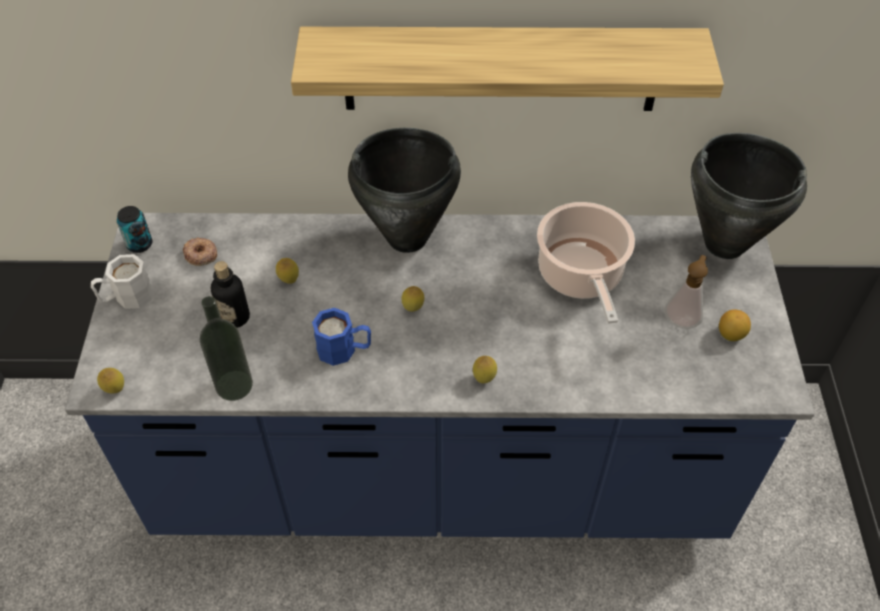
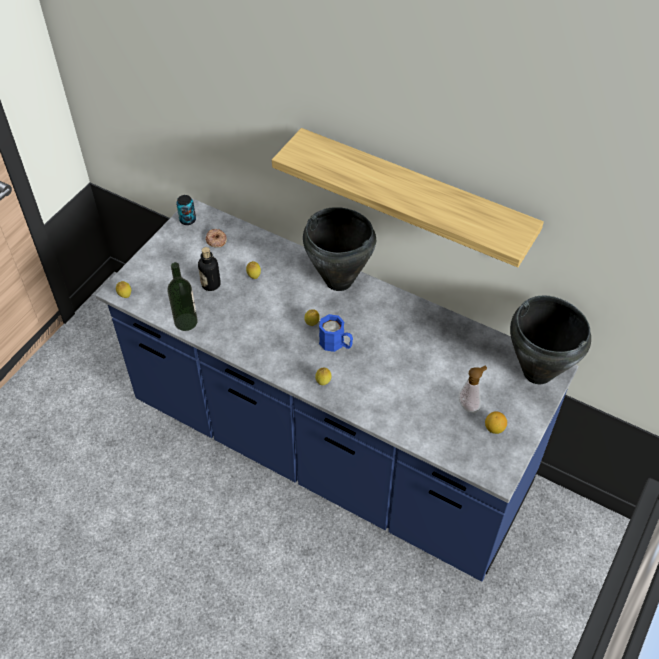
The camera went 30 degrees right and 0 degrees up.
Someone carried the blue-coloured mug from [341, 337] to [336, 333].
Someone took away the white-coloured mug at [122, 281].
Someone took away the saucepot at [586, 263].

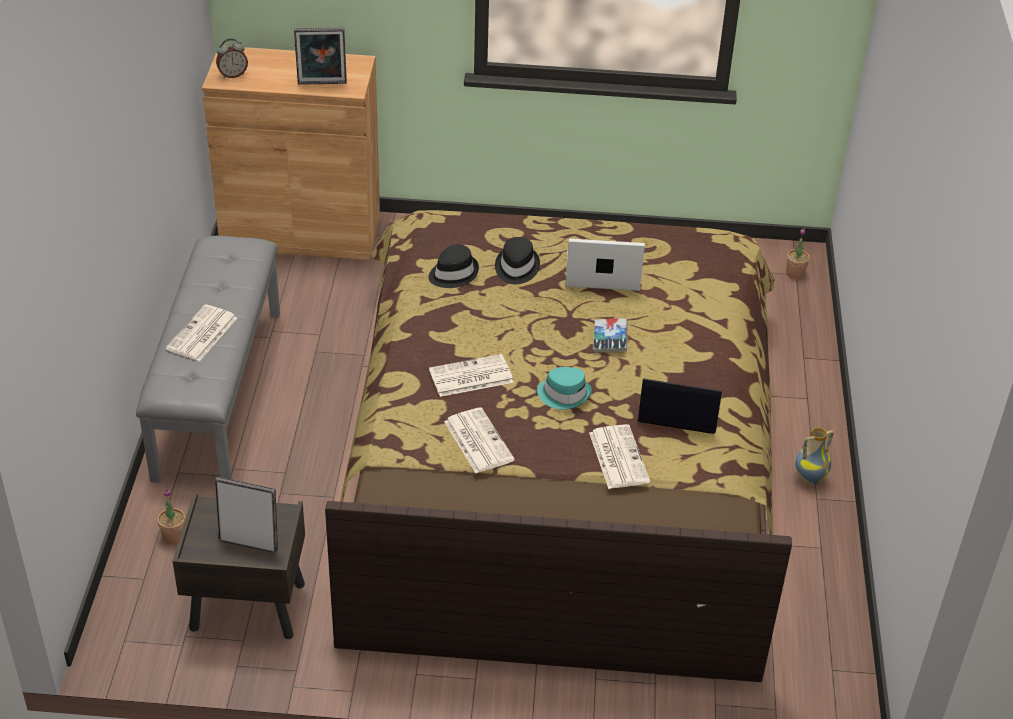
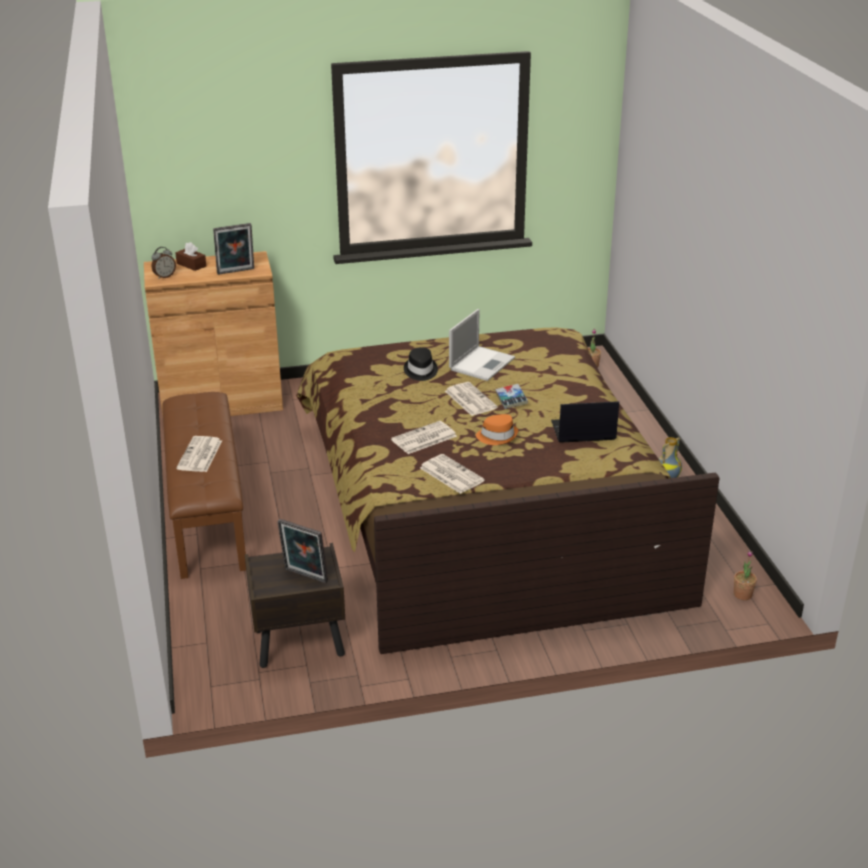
The camera went 15 degrees left and 10 degrees down.
Someone repainted the gray bench at [208, 359], which became the brownish bench at [204, 485].
Someone put down the brownish tissue box at [190, 256].
Someone rotated the photo frame at [246, 515] by 150 degrees counterclockwise.
Someone carried the daily paper from [619, 456] to [471, 399].
Someone rotated the notebook computer at [605, 265] by 135 degrees clockwise.
Someone repainted the turquoise clothing hat at [564, 388], which became the orange clothing hat at [497, 429].
Someone carried the plant in a pot from [171, 516] to [745, 575].
Someone took away the blackish clothing hat at [454, 266].

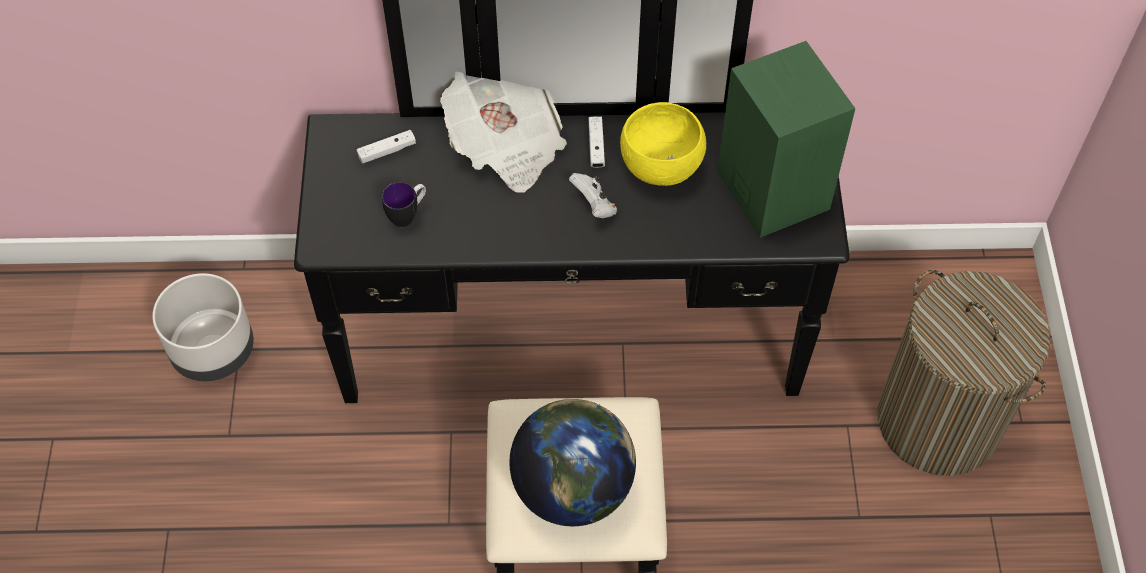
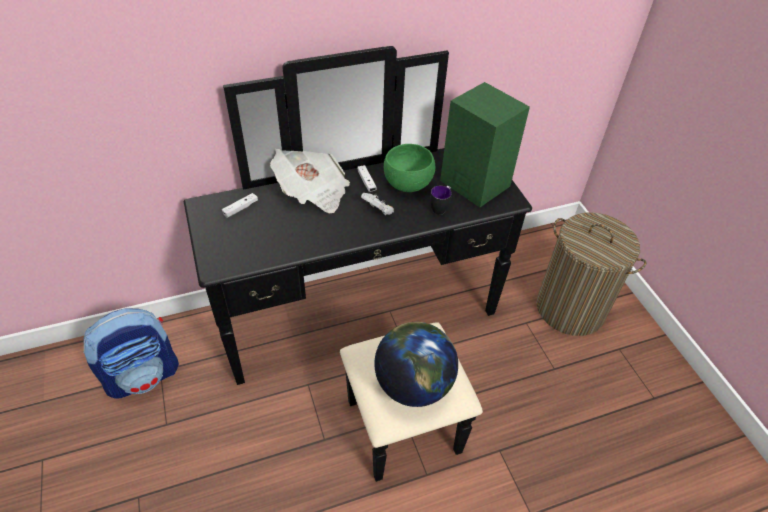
The camera went 20 degrees left and 10 degrees down.
Someone swapped the gray planter at [203, 327] for the knapsack at [131, 353].
Someone repainted the yellow bowl at [663, 144], which became the green bowl at [409, 168].
Someone carried the mug from [404, 204] to [441, 200].

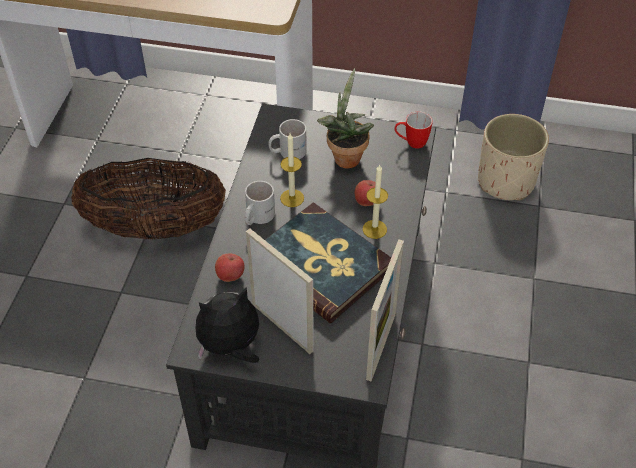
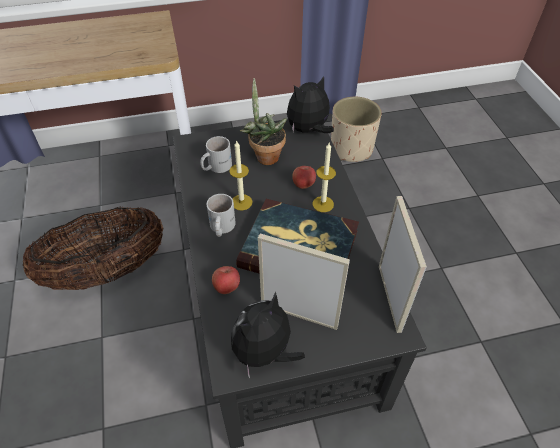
The camera went 25 degrees left and 0 degrees up.
Someone swapped the mug at [413, 130] for the soft toy at [310, 104].

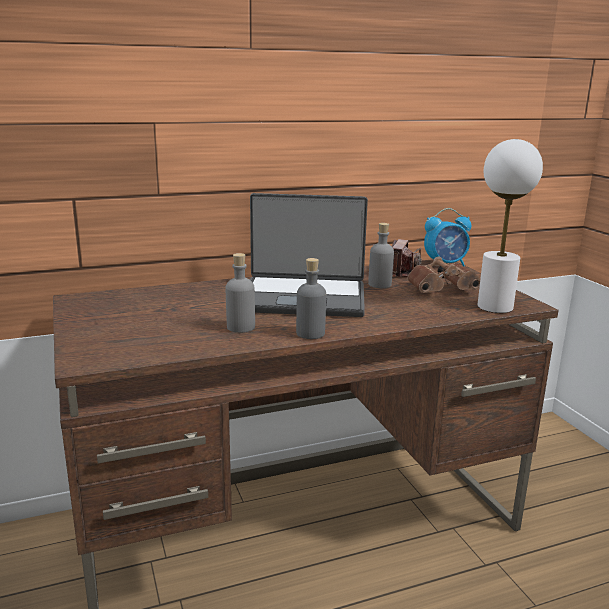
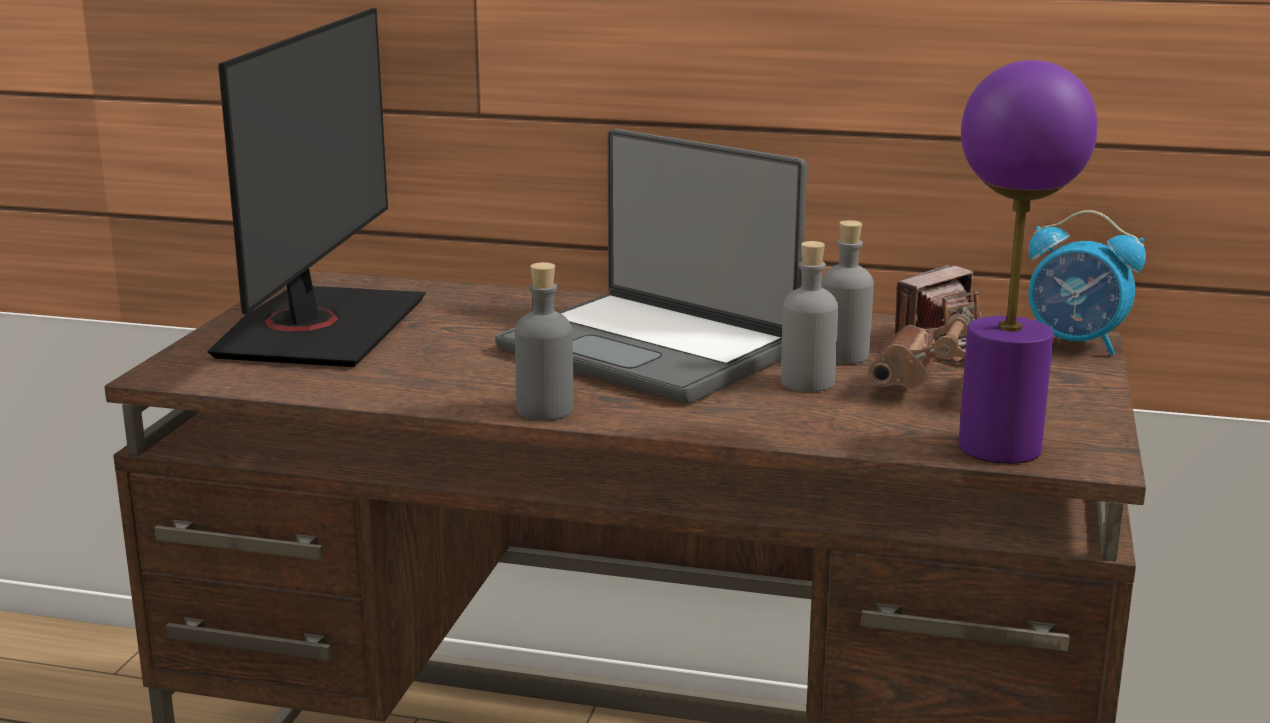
The camera went 35 degrees right and 0 degrees up.
Someone put down the monitor at [316, 187].
Someone carried the gray bottle from [240, 293] to [809, 316].
Someone repainted the white-coloured tabletop lamp at [510, 226], which became the purple tabletop lamp at [1027, 262].

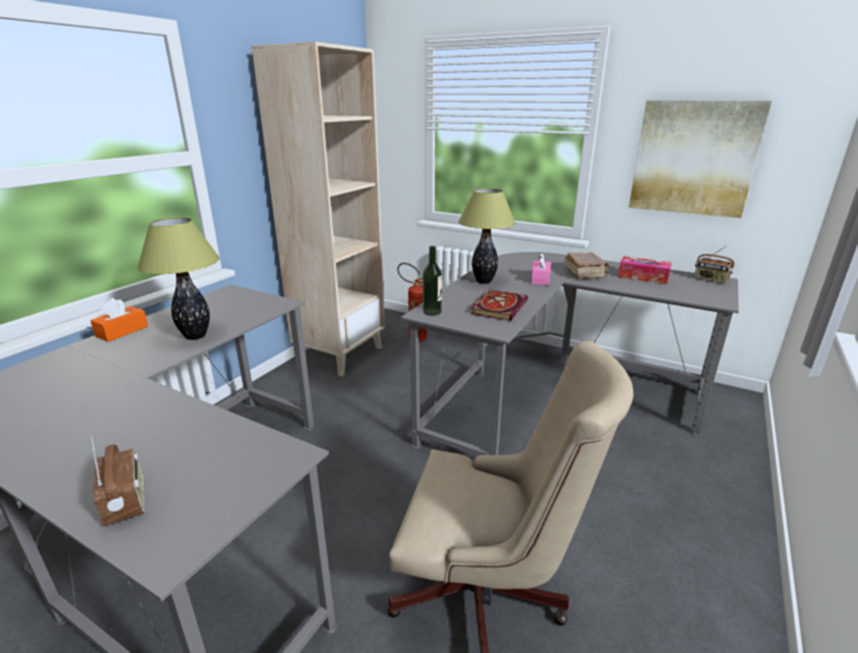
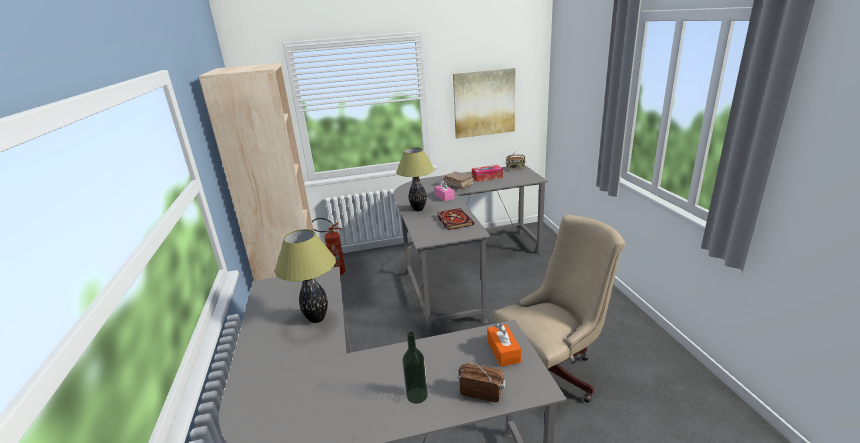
The camera went 40 degrees left and 0 degrees up.
Someone carried the bottle from [432, 281] to [415, 367].
Someone carried the orange tissue box from [119, 320] to [504, 345].

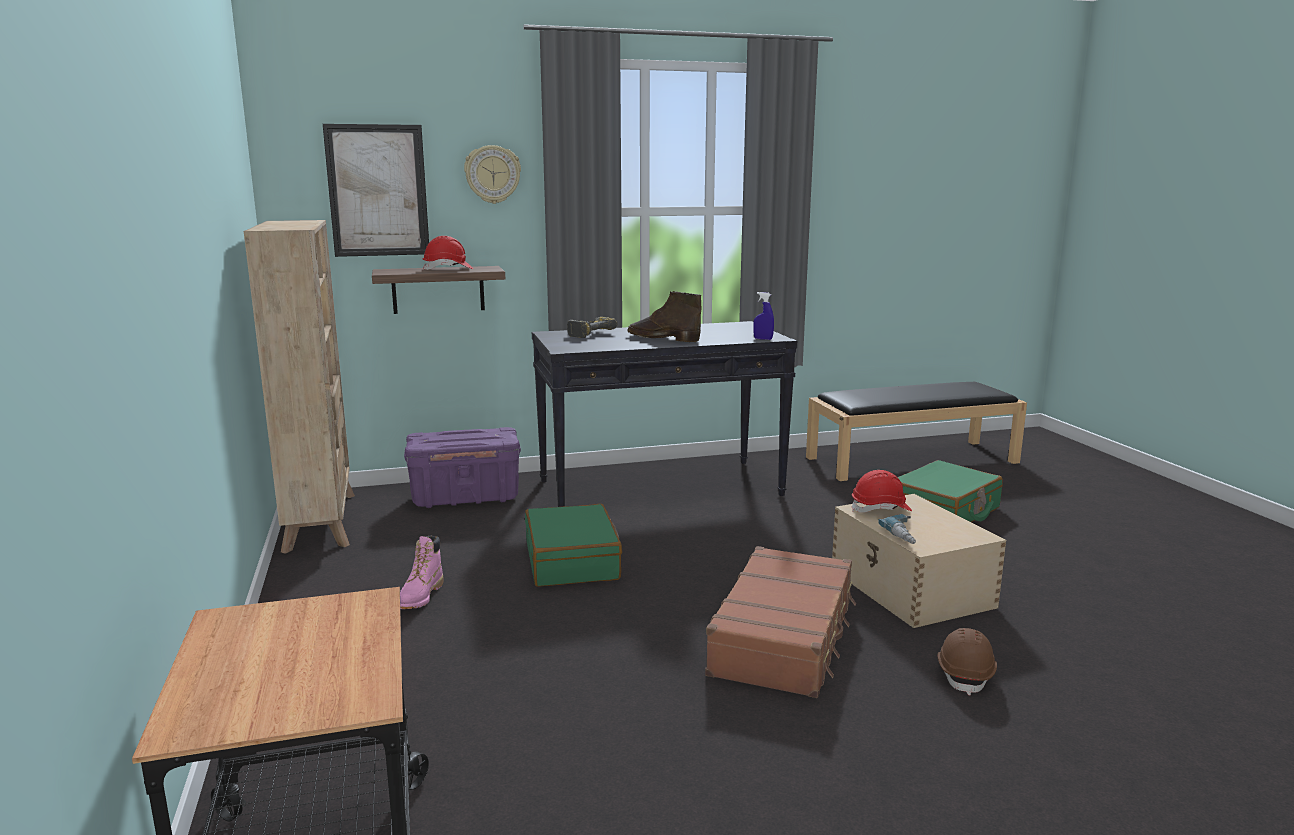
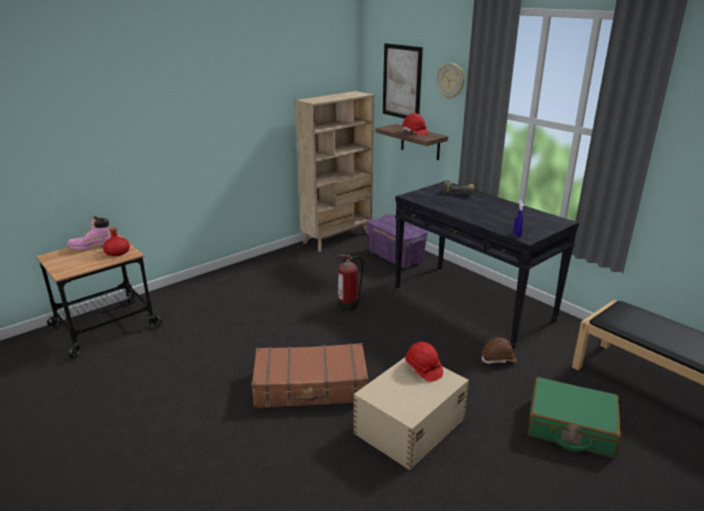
The camera went 65 degrees right and 10 degrees up.
Someone carried the pink high-top boot from [421, 572] to [89, 233].
Someone put down the red-coloured bottle at [116, 241].
Someone swapped the green piece of luggage at [573, 545] for the extinguisher at [349, 283].
Someone carried the brownish work helmet from [967, 661] to [499, 350].
Someone took away the brownish high-top boot at [664, 317].
Someone took away the power drill at [897, 529].

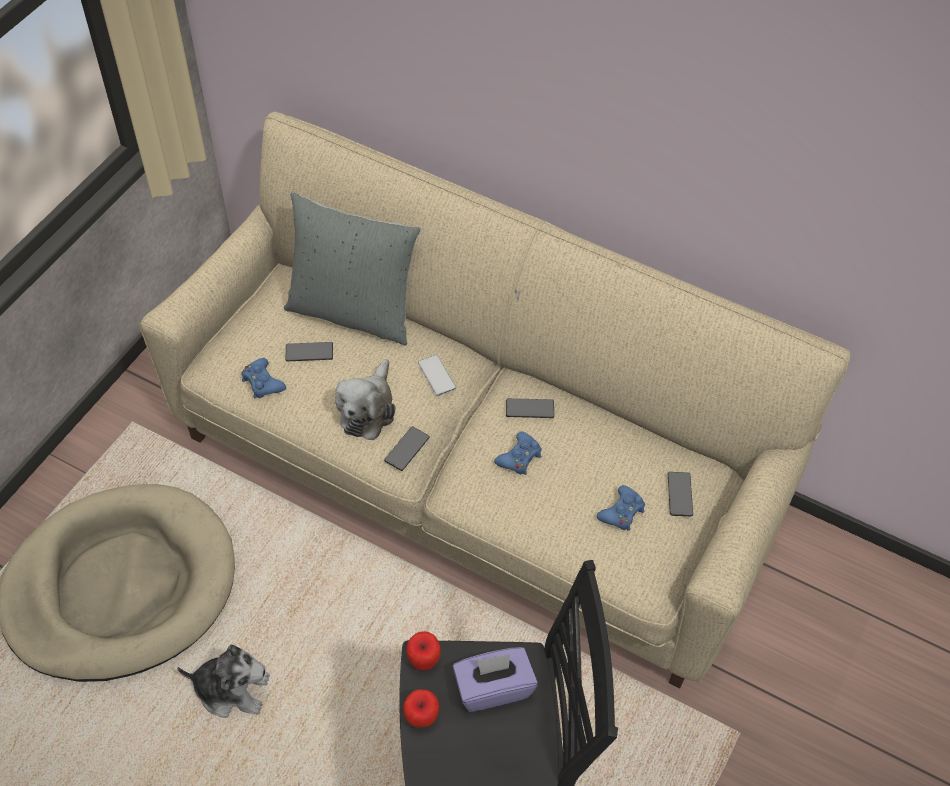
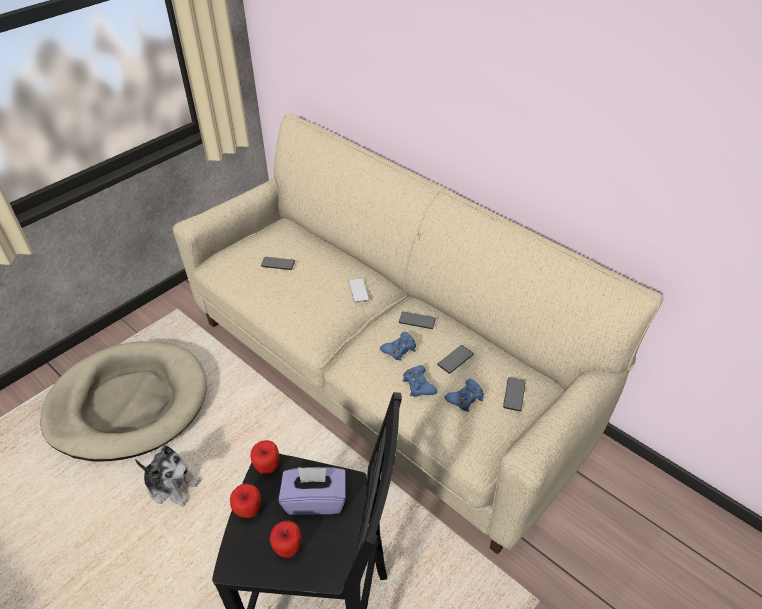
The camera went 15 degrees right and 10 degrees down.
Someone put down the whole apple at [285, 539].
Someone carried the blue-coloured gamepad from [264, 378] to [419, 381].
Someone carried the telephone from [407, 449] to [455, 359].
Someone took away the gray throw pillow at [352, 268].
Someone took away the soft toy at [365, 399].

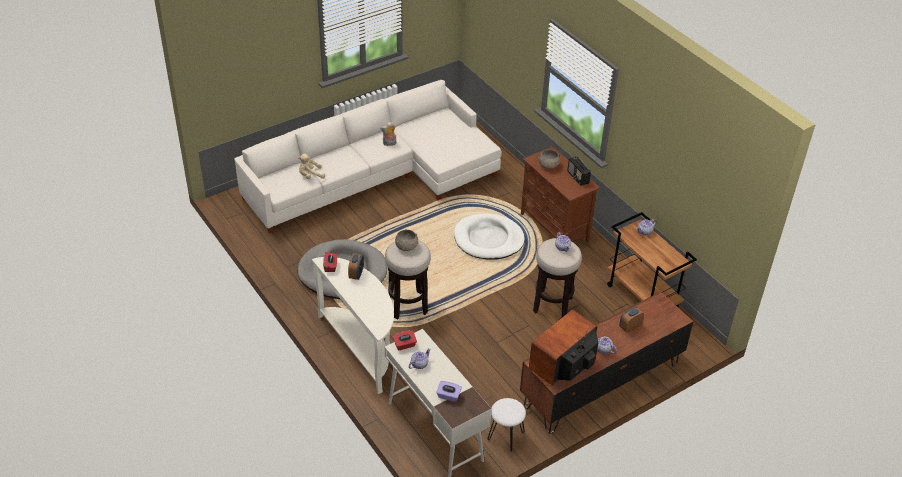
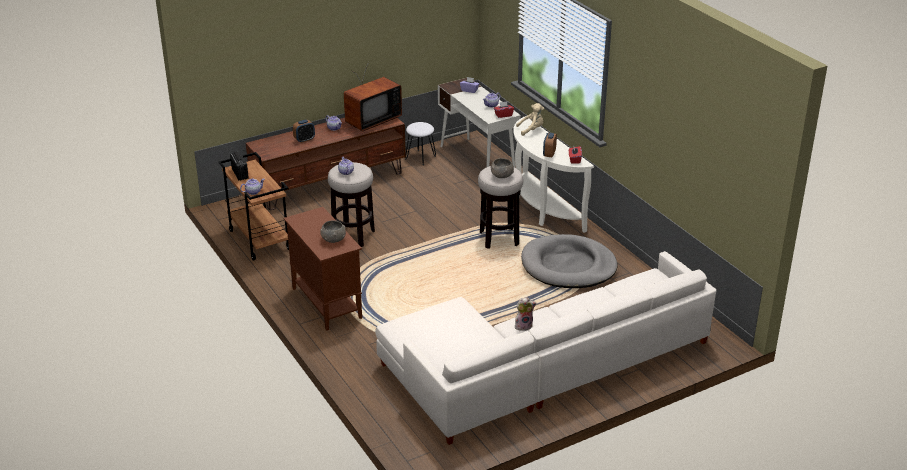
The camera went 175 degrees left and 10 degrees down.
Someone carried the radio from [579, 171] to [239, 166].
Someone carried the sand-coloured soft toy from [311, 166] to [530, 119].
Someone took away the white-coloured dog cushion at [489, 236].

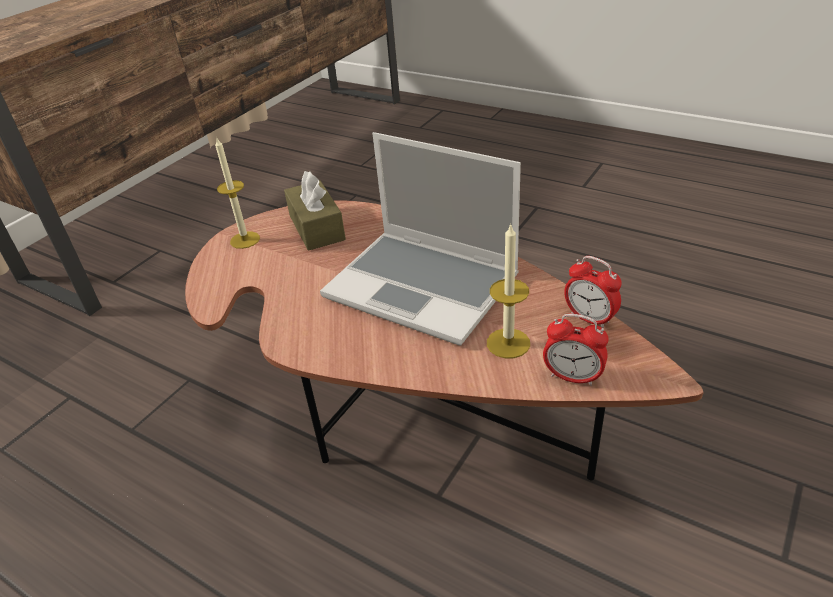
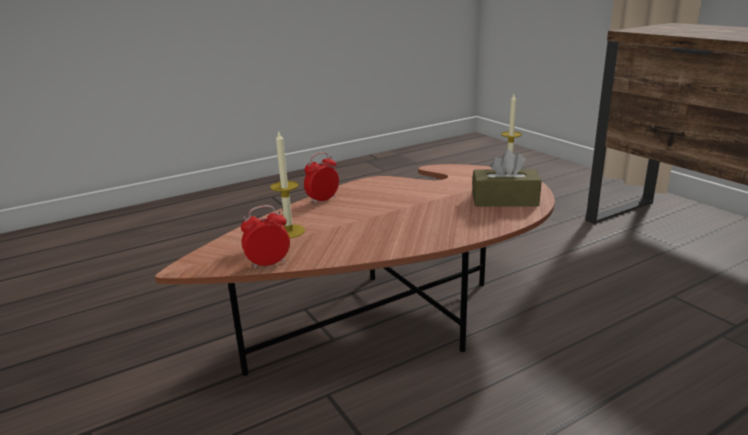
The camera went 115 degrees right and 15 degrees down.
Someone carried the bedside clock from [576, 350] to [321, 178].
Someone took away the notebook computer at [420, 239].

